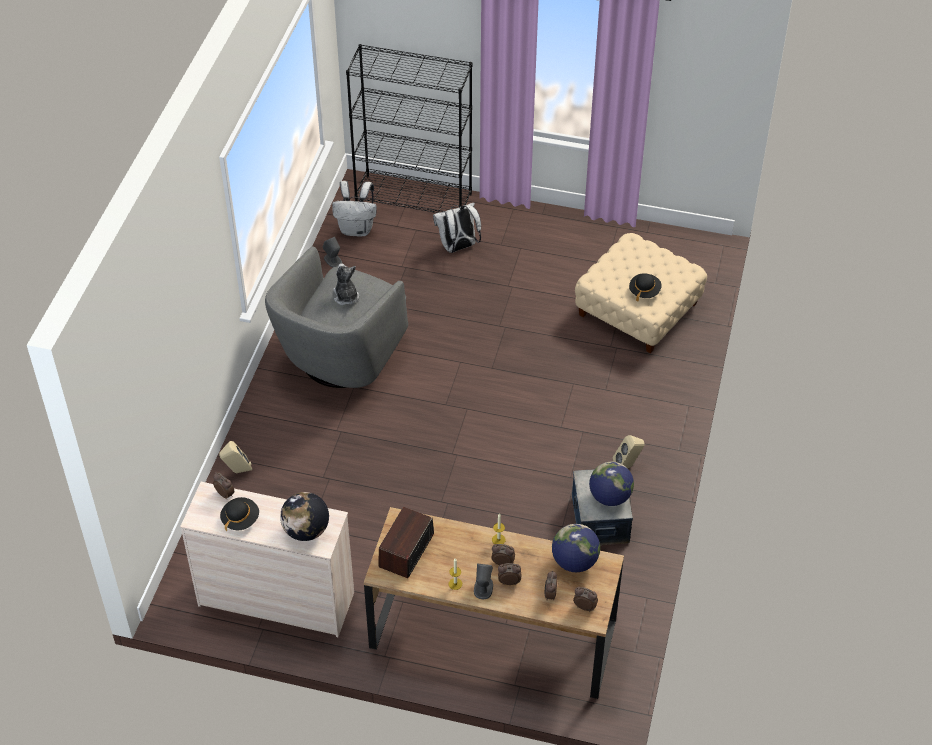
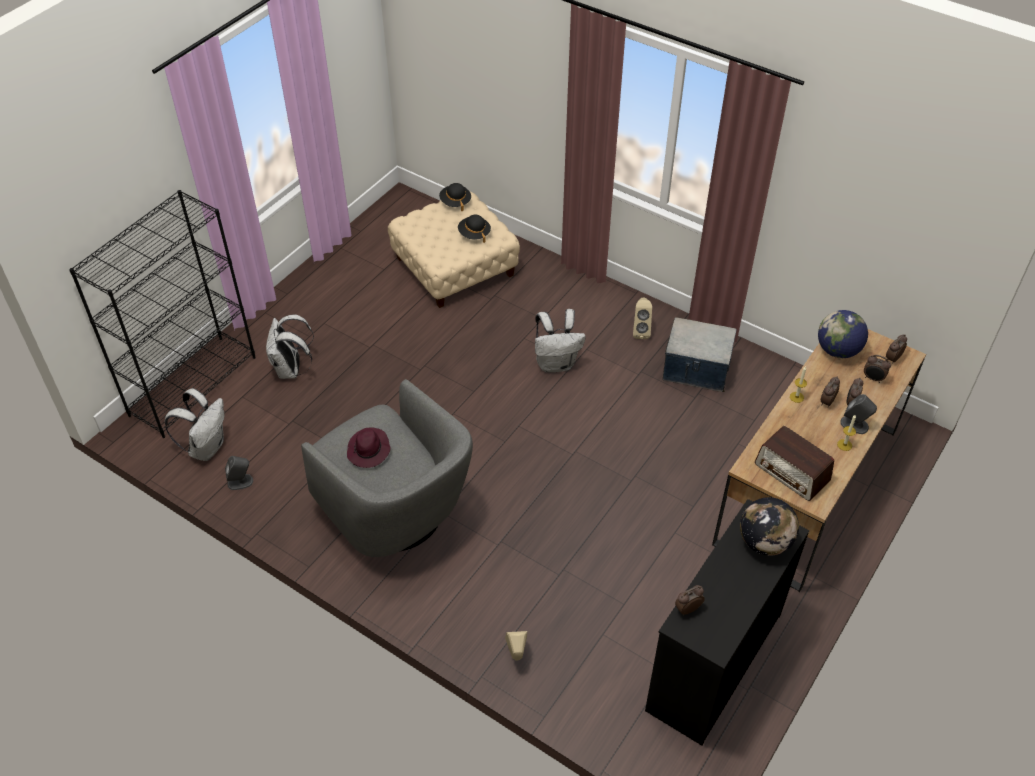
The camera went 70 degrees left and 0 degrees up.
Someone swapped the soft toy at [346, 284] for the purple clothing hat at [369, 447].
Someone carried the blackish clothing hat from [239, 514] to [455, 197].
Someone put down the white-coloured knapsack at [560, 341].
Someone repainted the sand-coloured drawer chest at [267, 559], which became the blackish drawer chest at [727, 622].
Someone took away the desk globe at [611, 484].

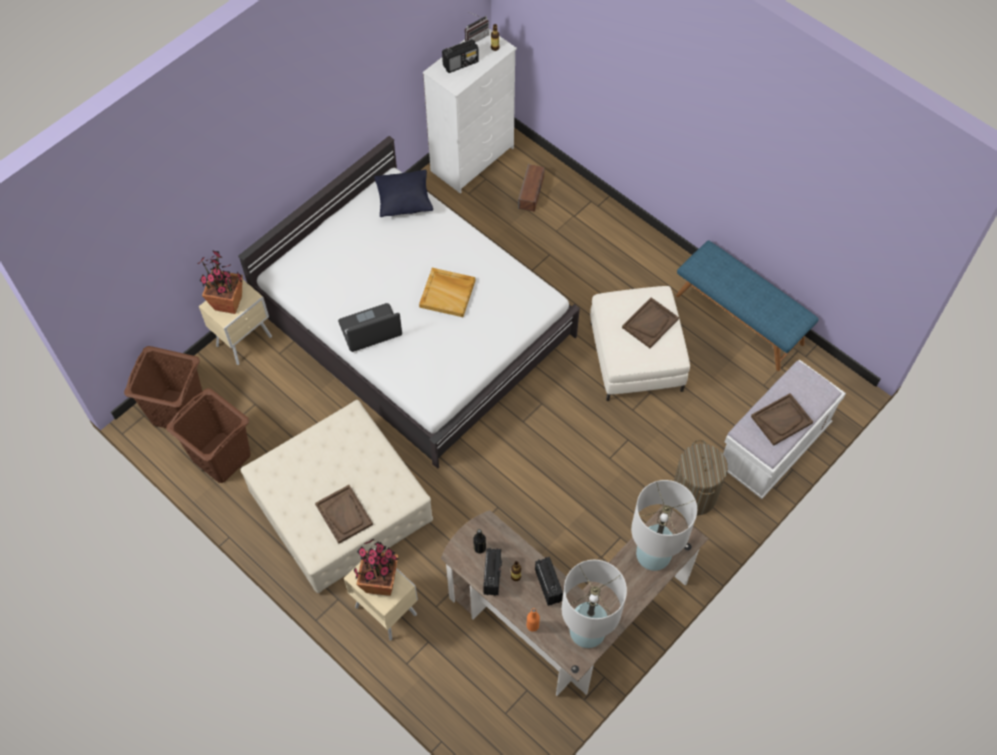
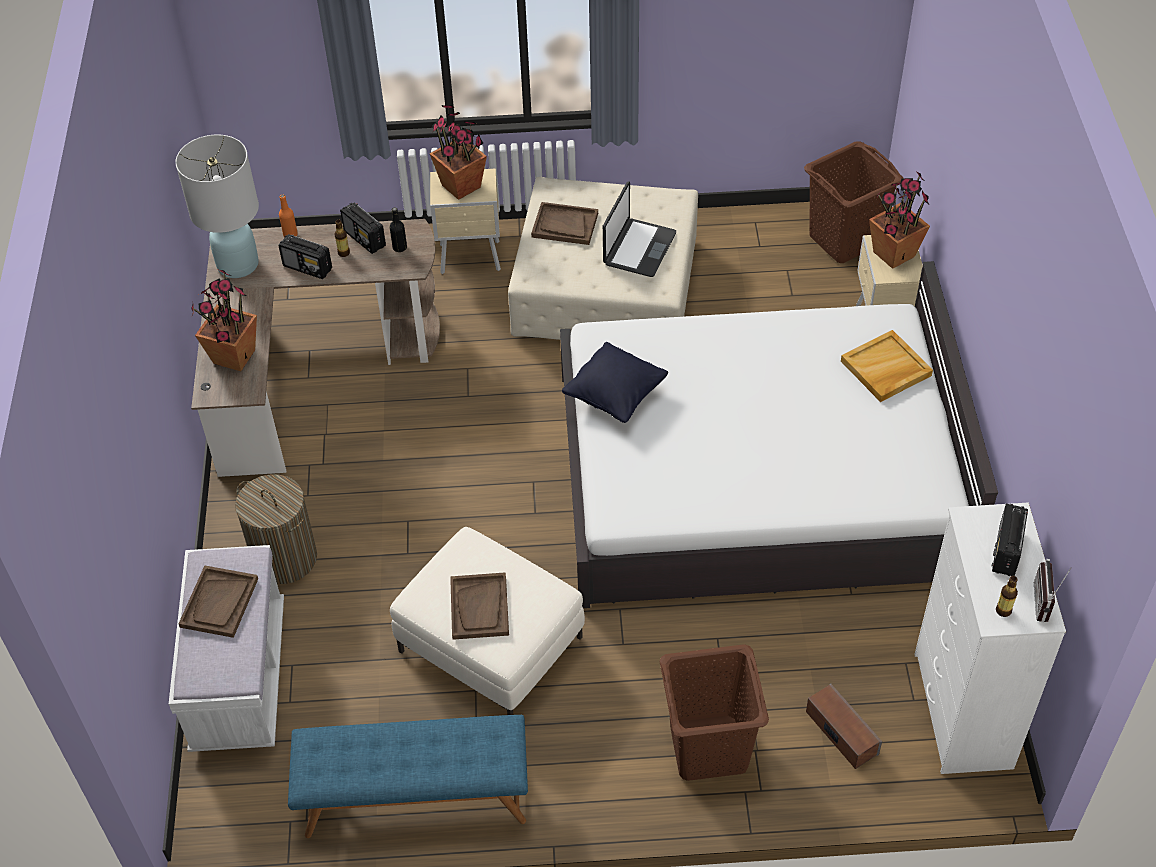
The camera went 135 degrees right and 10 degrees down.
Someone swapped the white-coloured tabletop lamp at [664, 525] for the plant in a pot at [224, 320].
Someone carried the blackish throw pillow from [403, 193] to [615, 382].
Someone carried the notebook computer from [370, 327] to [639, 229].
Someone carried the brownish laundry basket from [208, 435] to [714, 712].
Someone carried the sand-coloured tray from [447, 292] to [887, 366].

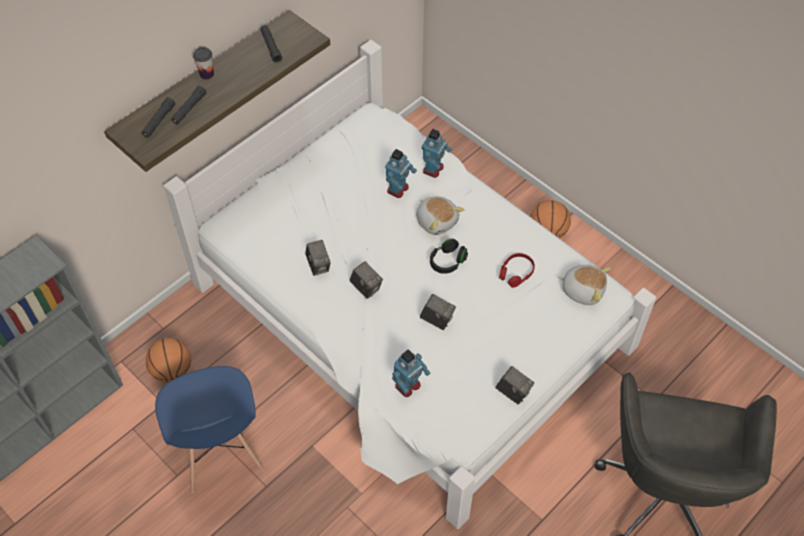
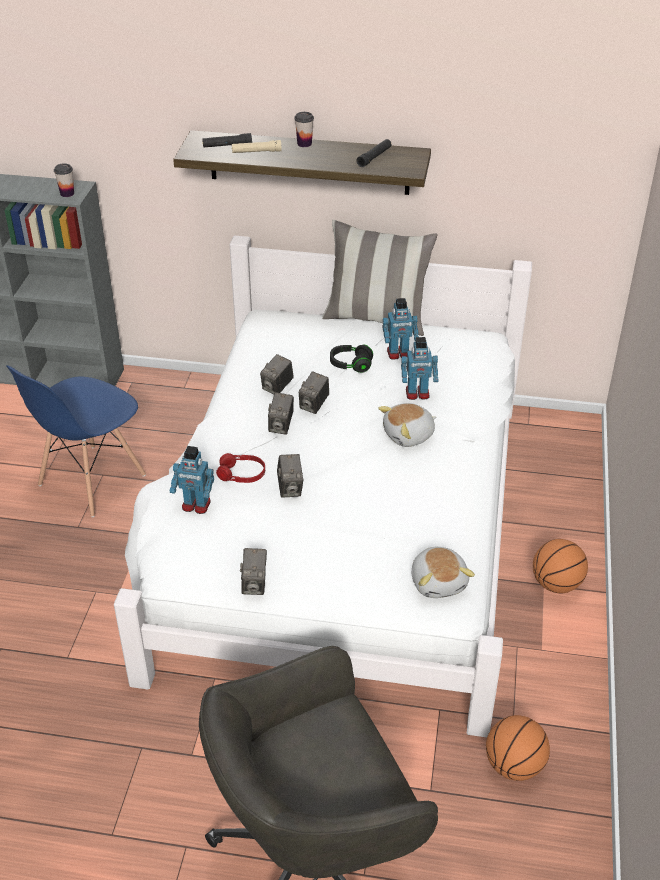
The camera went 55 degrees right and 15 degrees down.
Someone put down the cup at [64, 180].
Someone carried the red-coloured headphones from [517, 270] to [240, 468].
Someone repainted the blackish torch at [189, 105], which became the sand-coloured torch at [257, 146].
Someone put down the still camera at [314, 392].
Someone put down the throw pillow at [380, 278].
Someone carried the blackish headphones from [449, 256] to [351, 359].
Someone rotated the soft toy at [440, 215] by 45 degrees clockwise.
Someone carried the robot figure from [437, 153] to [400, 329].
Someone carried the ball for basketball from [168, 360] to [518, 748].

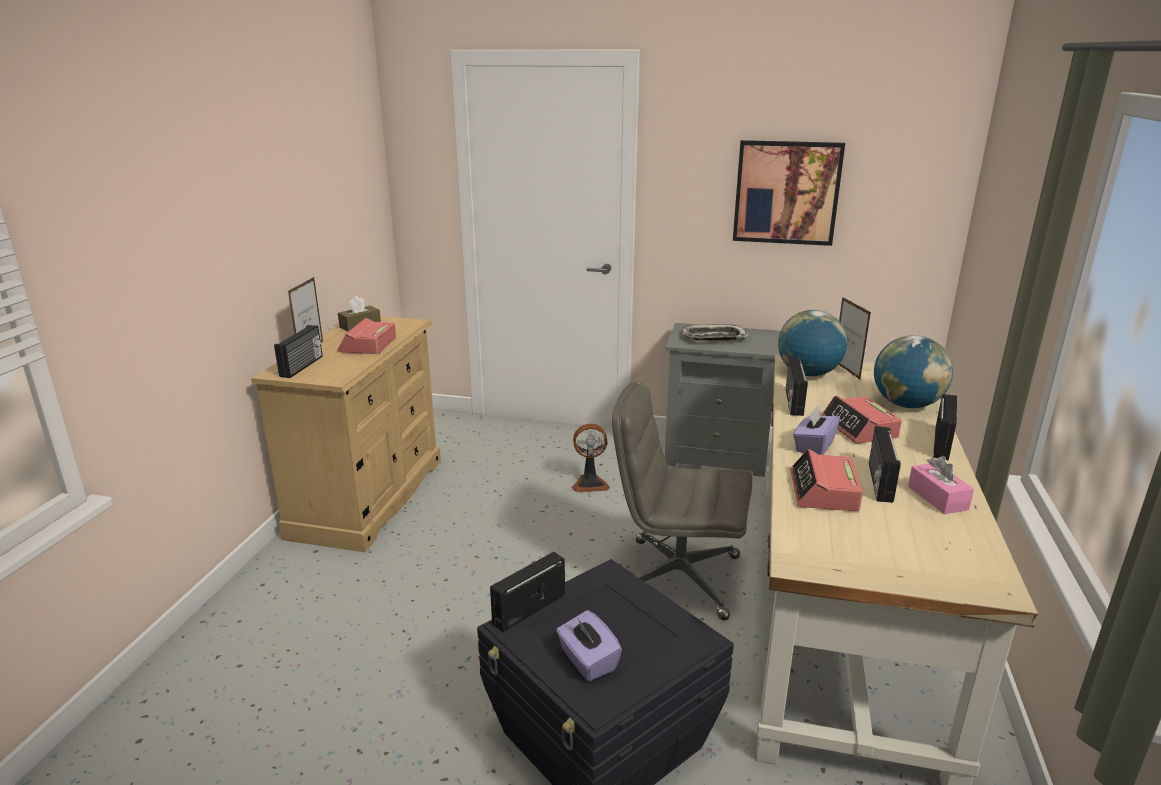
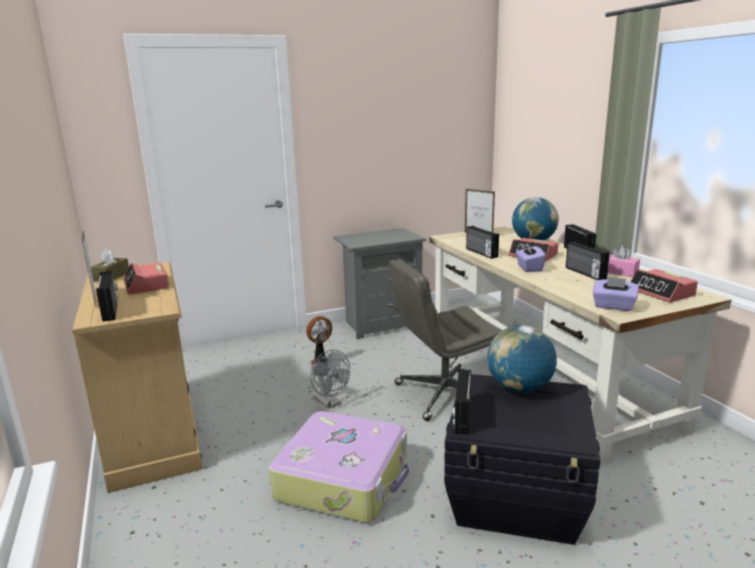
The camera went 35 degrees left and 5 degrees down.
Someone put down the piece of luggage at [339, 467].
Someone put down the gray fan at [330, 379].
Someone carried the desk globe from [812, 343] to [522, 359].
Someone carried the purple tissue box from [589, 645] to [616, 293].
Someone carried the bedside clock from [826, 480] to [664, 285].
Someone took away the tray at [715, 332].
Someone took away the picture at [789, 193].

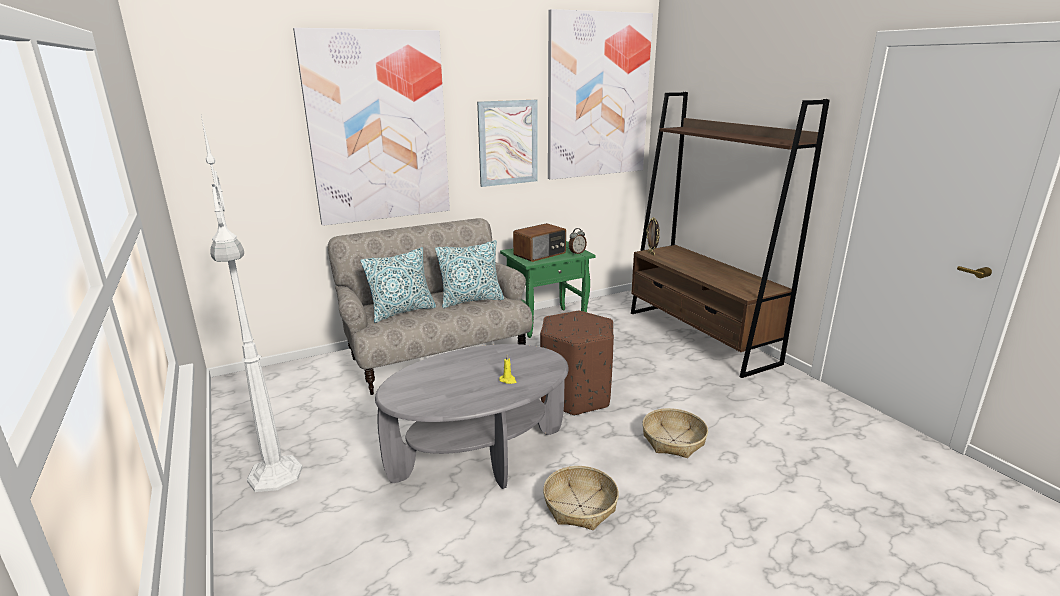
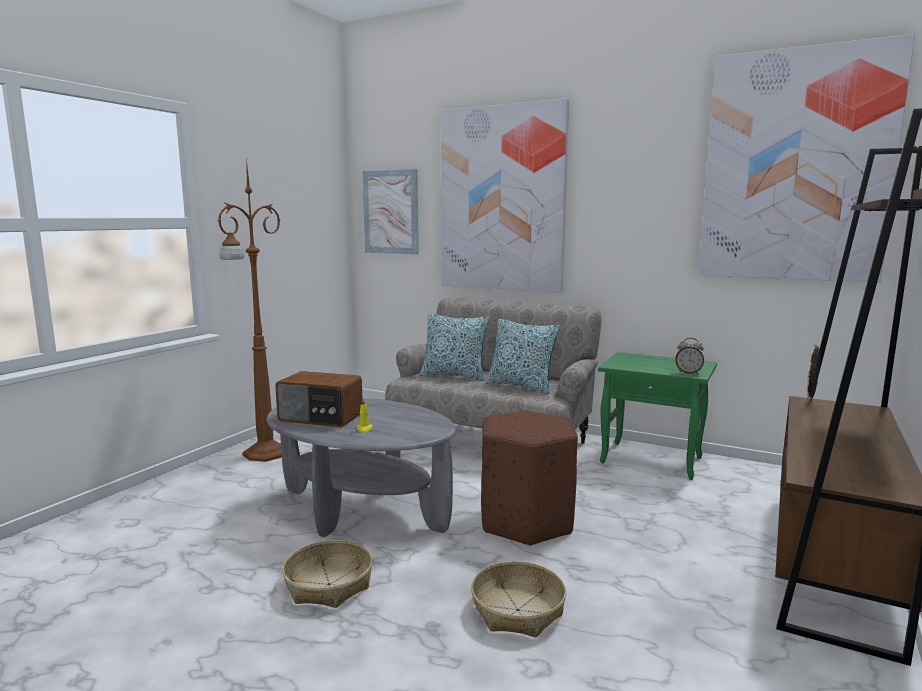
The camera went 55 degrees right and 10 degrees down.
Someone repainted the white-coloured standing lamp at [252, 303], which became the brownish standing lamp at [250, 310].
Someone carried the radio from [539, 242] to [319, 399].
Someone carried the picture from [507, 143] to [390, 211].

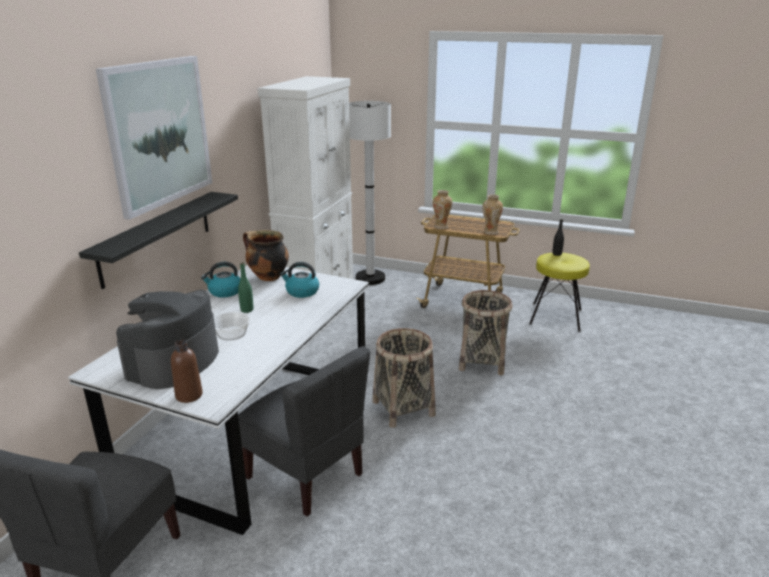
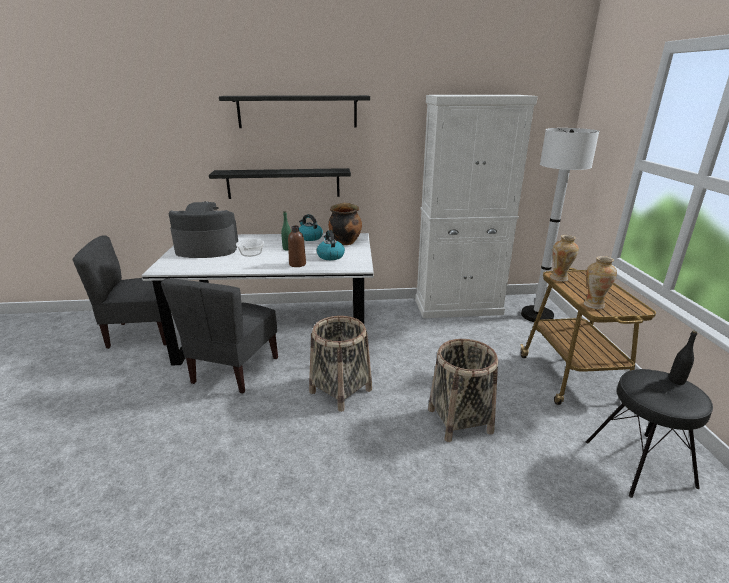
The camera went 65 degrees right and 0 degrees up.
Someone swapped the picture at [154, 138] for the blackish wall shelf at [294, 111].
Someone carried the brownish bottle from [187, 371] to [297, 246].
Someone repainted the yellow sitting stool at [559, 292], which became the blackish sitting stool at [649, 433].

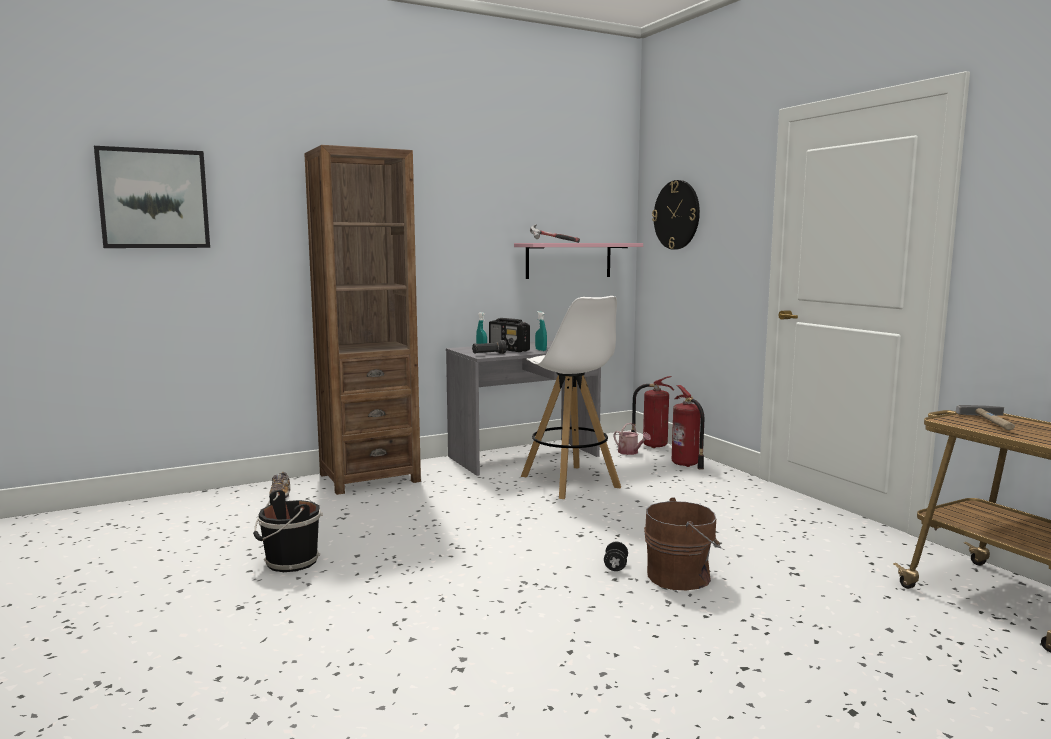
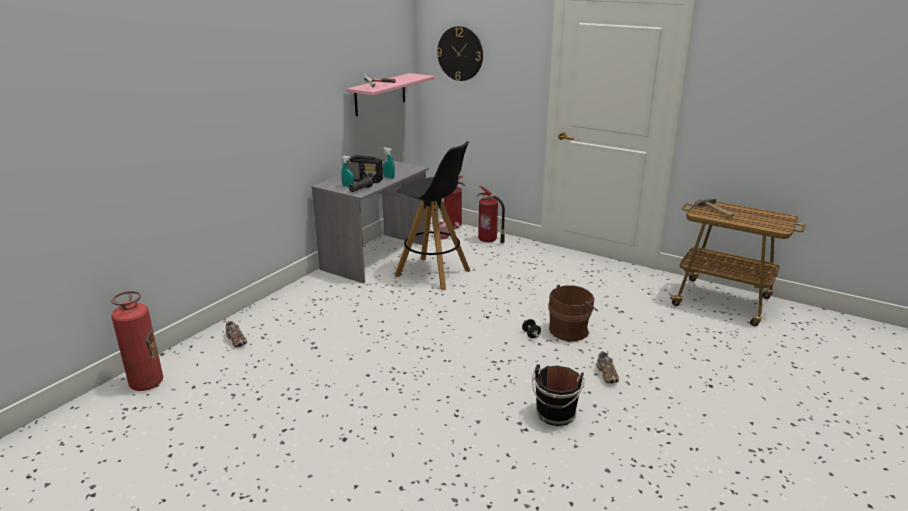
The camera went 30 degrees left and 15 degrees up.
Someone put down the extinguisher at [137, 341].
Someone repainted the white-coloured sitting stool at [571, 397], which became the blackish sitting stool at [433, 215].
Someone carried the blackish water bucket from [288, 531] to [558, 395].
Someone put down the low shoe at [607, 367].
Someone took away the picture at [152, 197].
Someone took away the brownish bookshelf at [362, 320].

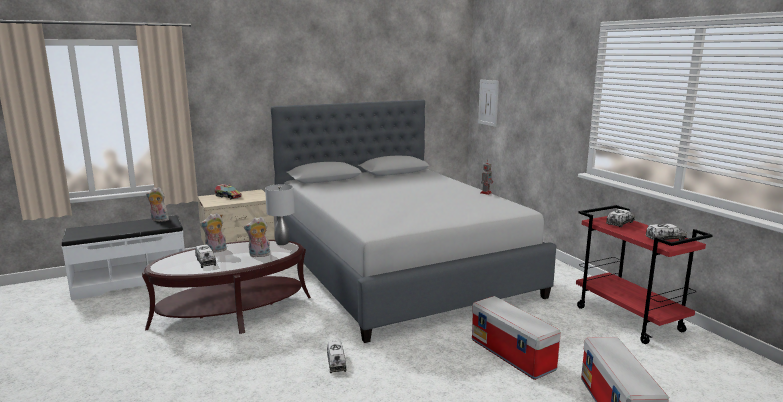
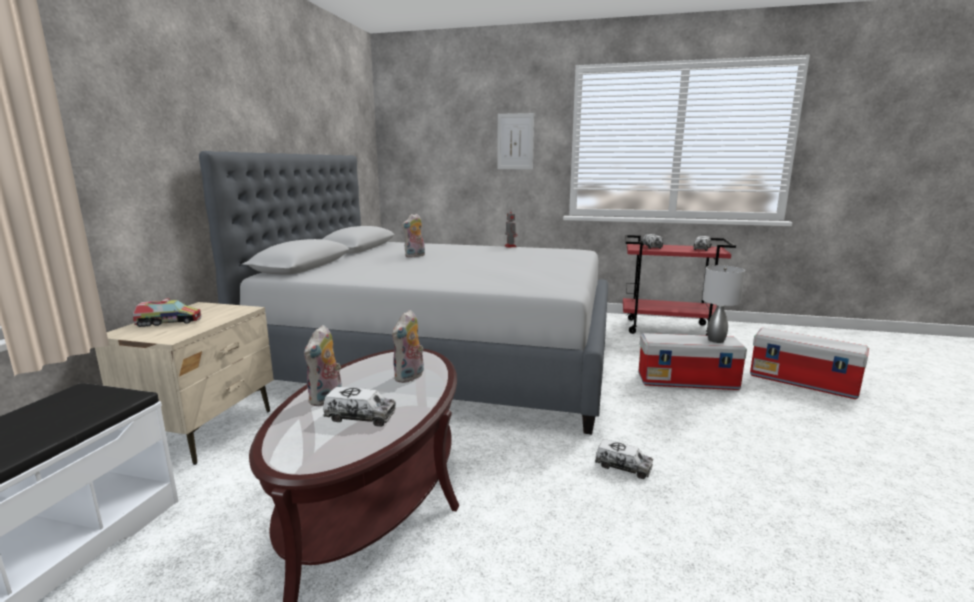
The camera went 50 degrees left and 0 degrees up.
Someone carried the soft toy from [157, 204] to [413, 235].
Someone carried the picture from [488, 103] to [515, 141].
Someone carried the gray tabletop lamp from [280, 214] to [723, 304].

